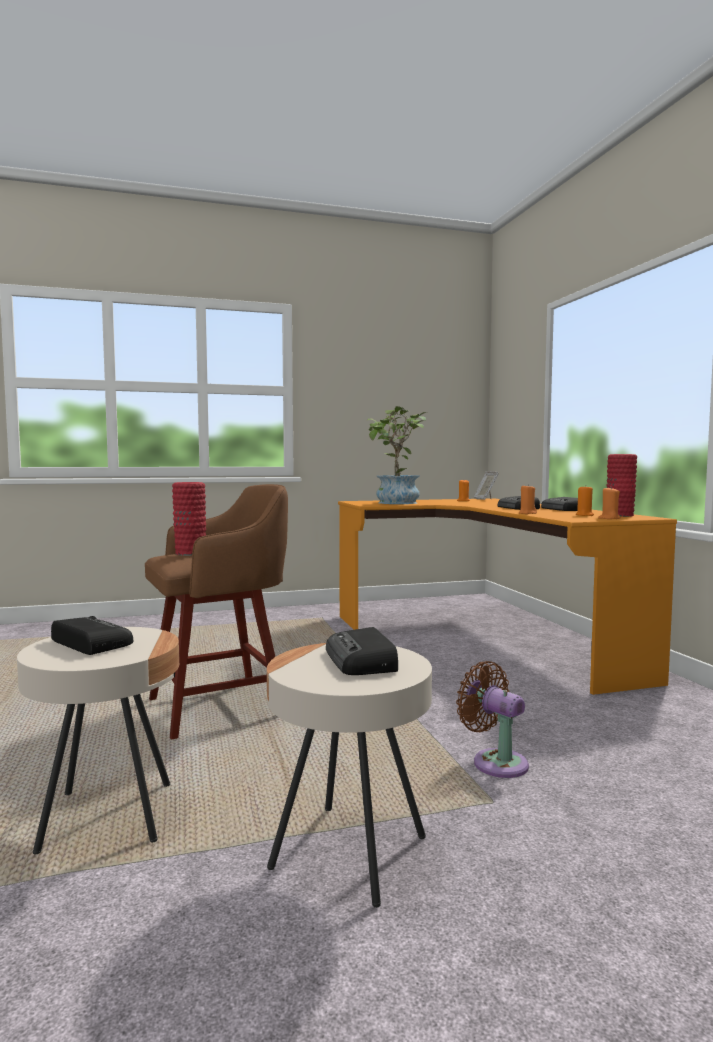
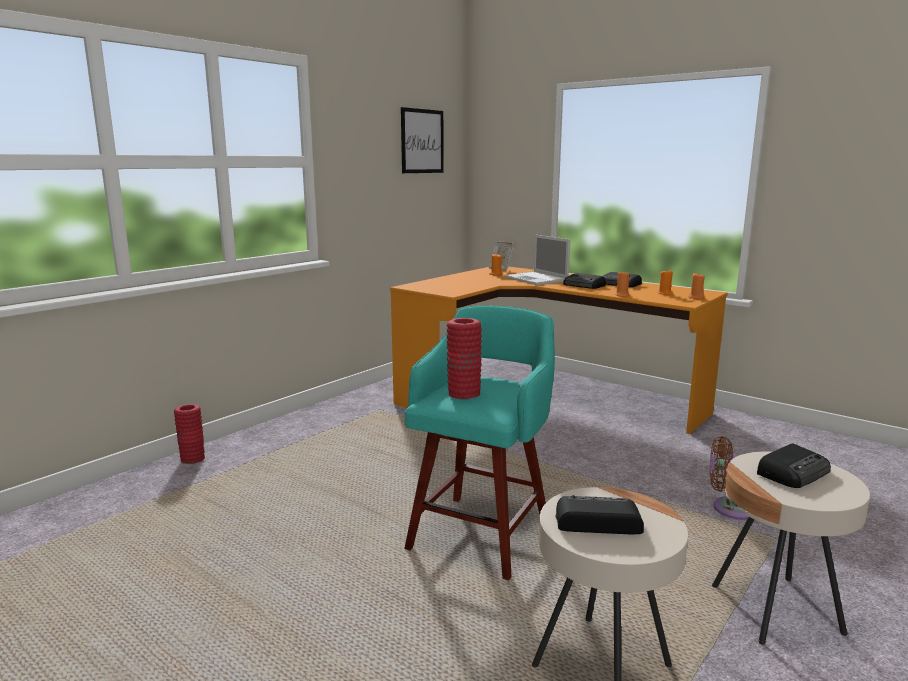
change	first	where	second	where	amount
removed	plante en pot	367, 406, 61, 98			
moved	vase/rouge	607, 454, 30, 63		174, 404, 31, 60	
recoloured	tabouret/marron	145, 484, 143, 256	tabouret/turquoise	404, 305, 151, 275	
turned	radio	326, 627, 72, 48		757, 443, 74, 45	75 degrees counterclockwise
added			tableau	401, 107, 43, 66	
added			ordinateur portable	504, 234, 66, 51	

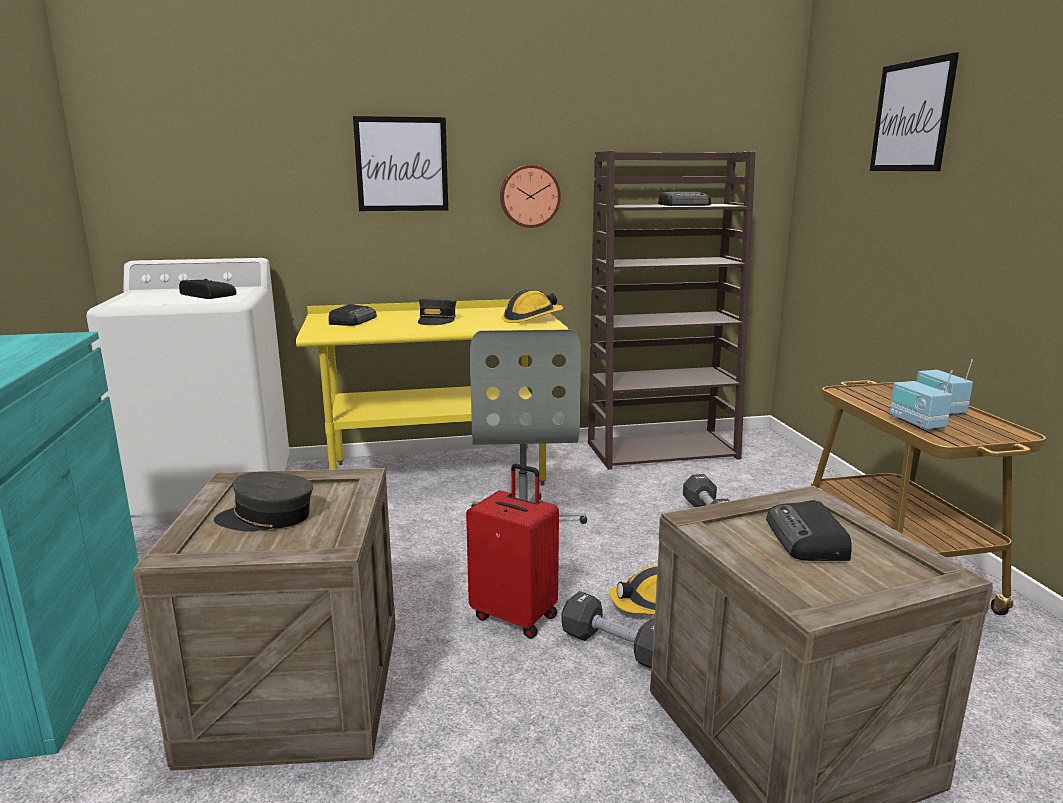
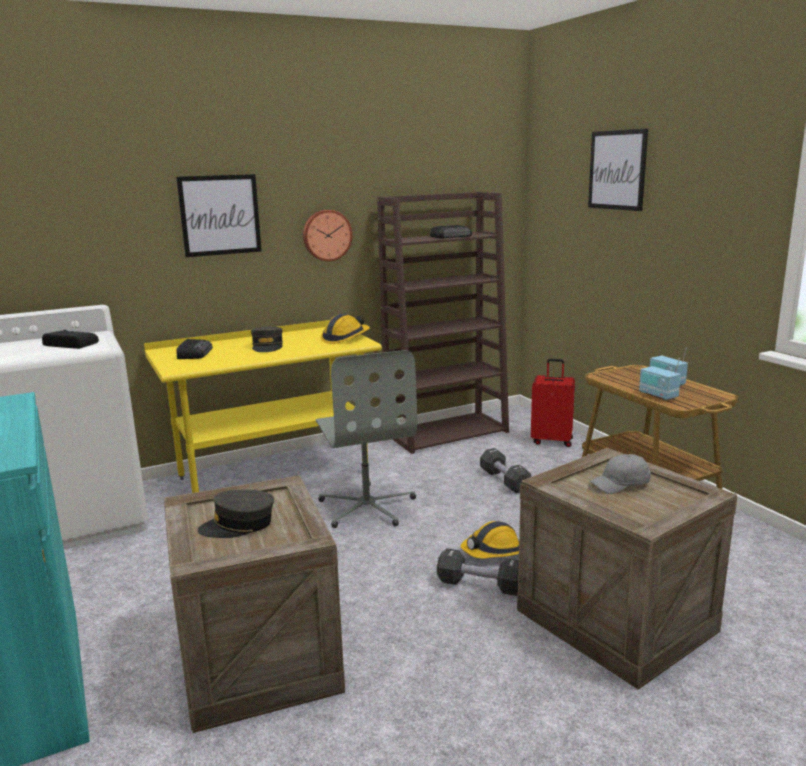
change	first	where	second	where	amount
moved	valise/rouge	466, 463, 93, 176		531, 359, 44, 88	
replaced	radio	766, 501, 86, 60	casquette/gris	589, 454, 62, 40	

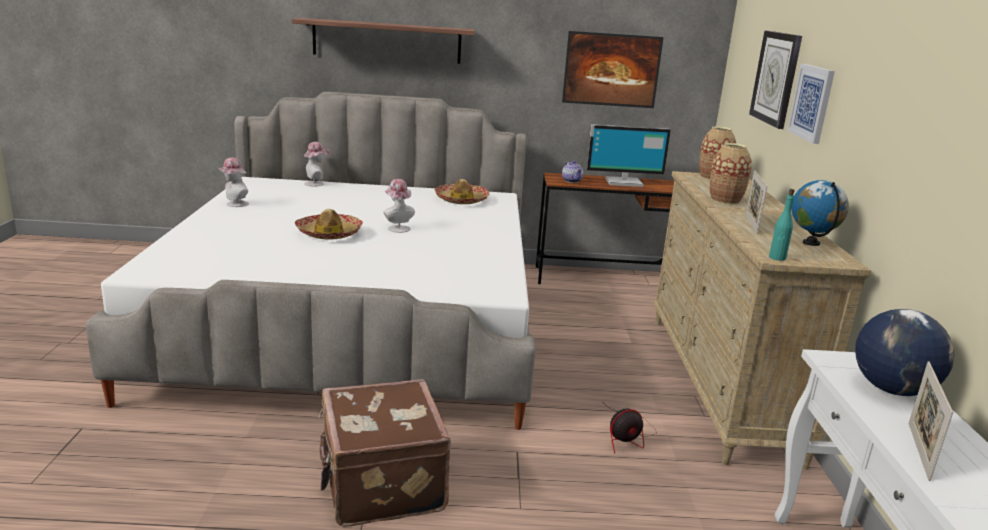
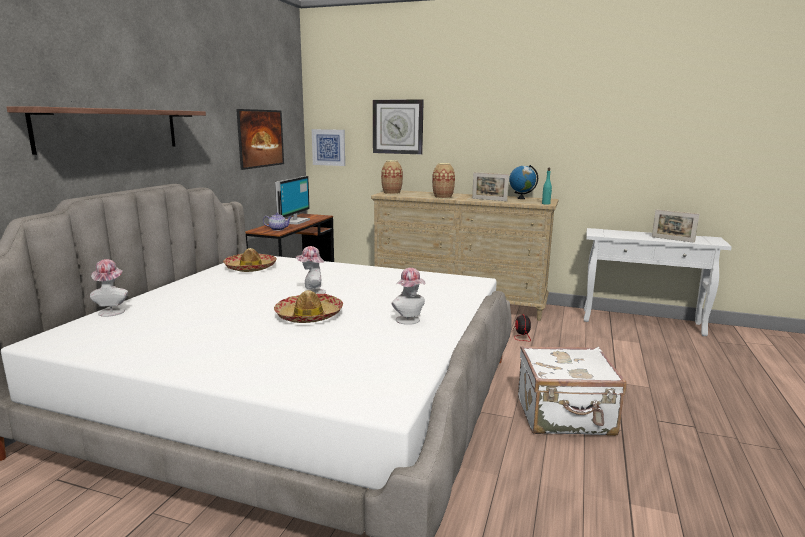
change	first	where	second	where	amount
moved	tableau	787, 64, 48, 80		312, 129, 33, 37	
moved	chapeau	217, 158, 32, 49		392, 268, 33, 57	
removed	globe	855, 309, 99, 87			
recoloured	valise/marron	318, 379, 133, 148	valise/blanc	518, 346, 109, 90	

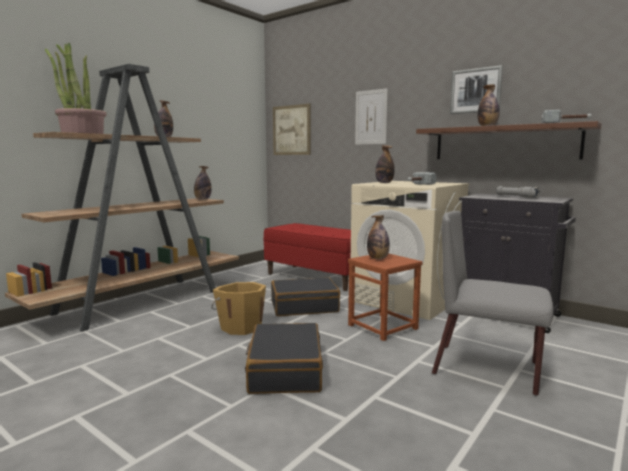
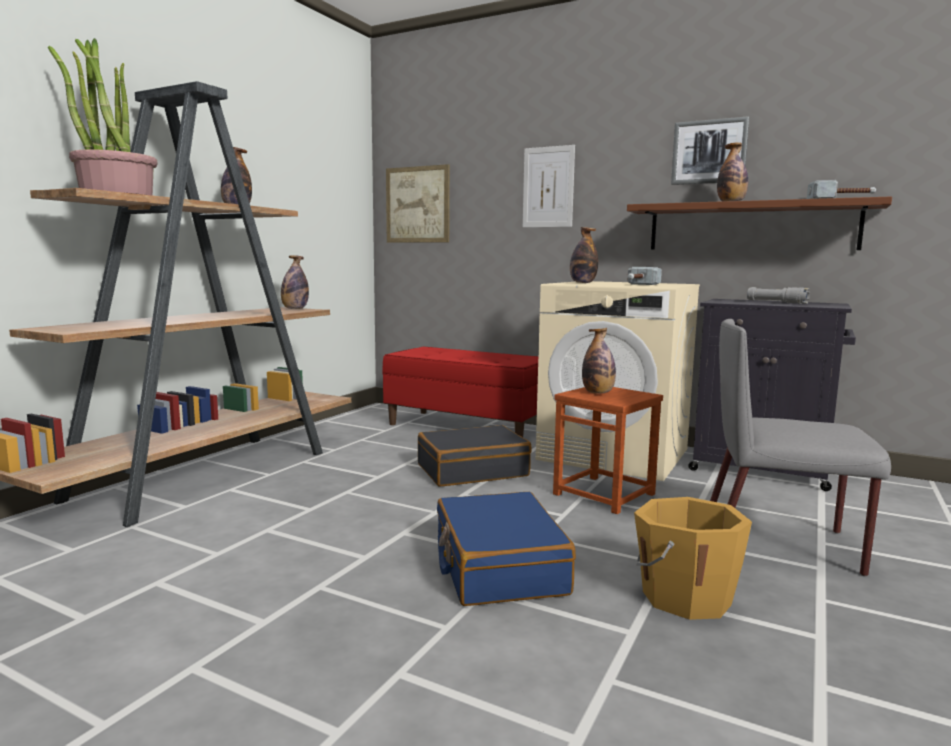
change	first	where	second	where	amount
moved	seau/orange	211, 282, 55, 53		634, 497, 118, 123	
recoloured	valise/noir	245, 323, 78, 71	valise/bleu	437, 492, 139, 114	

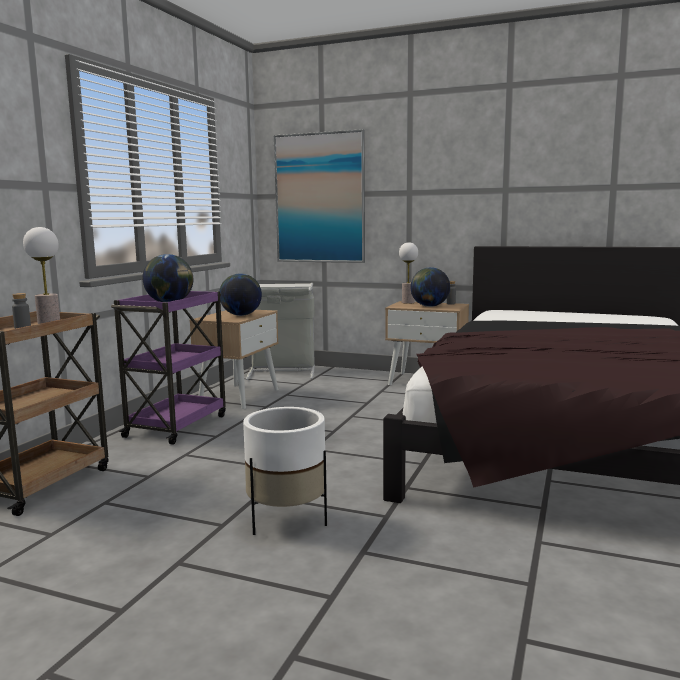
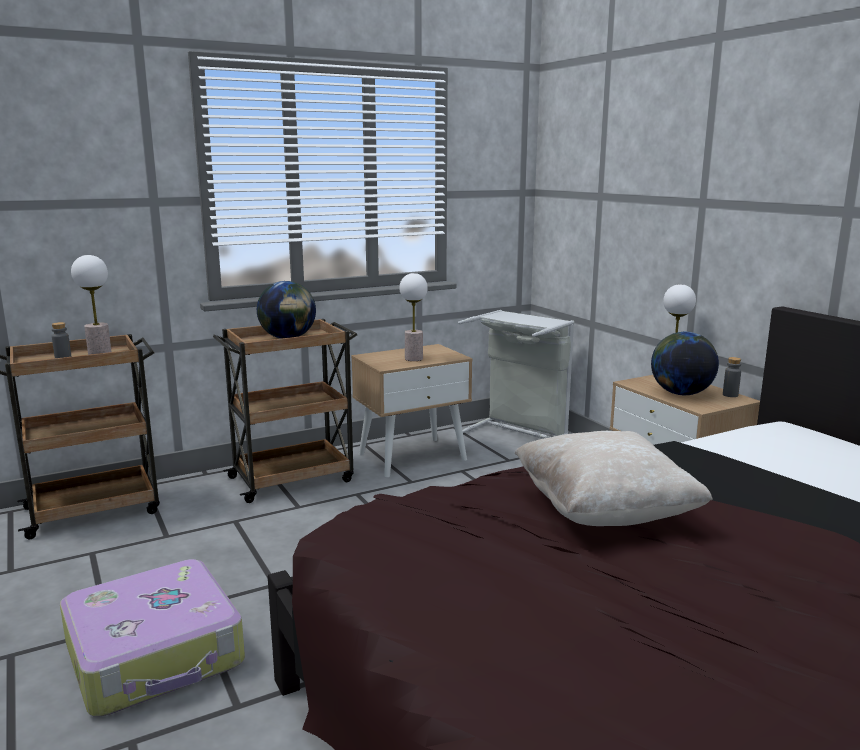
change	first	where	second	where	amount
removed	tableau	274, 129, 91, 134			
replaced	globe	219, 274, 43, 42	lampe de table	399, 273, 29, 88	
recoloured	chariot/violet	111, 291, 115, 154	chariot/marron	213, 319, 144, 184	
replaced	cache-pot/blanc	243, 407, 84, 128	valise	60, 559, 185, 158	
added			coussin/beige	515, 431, 198, 95	

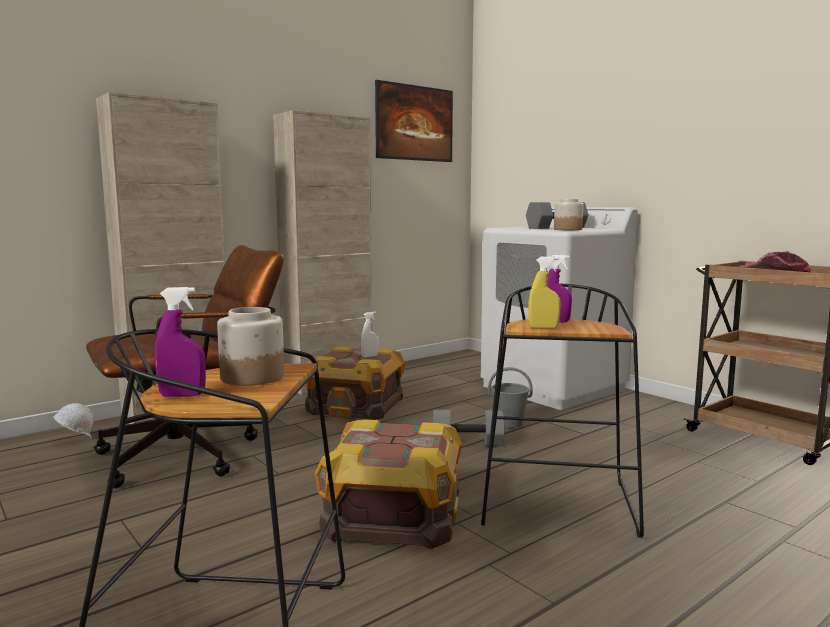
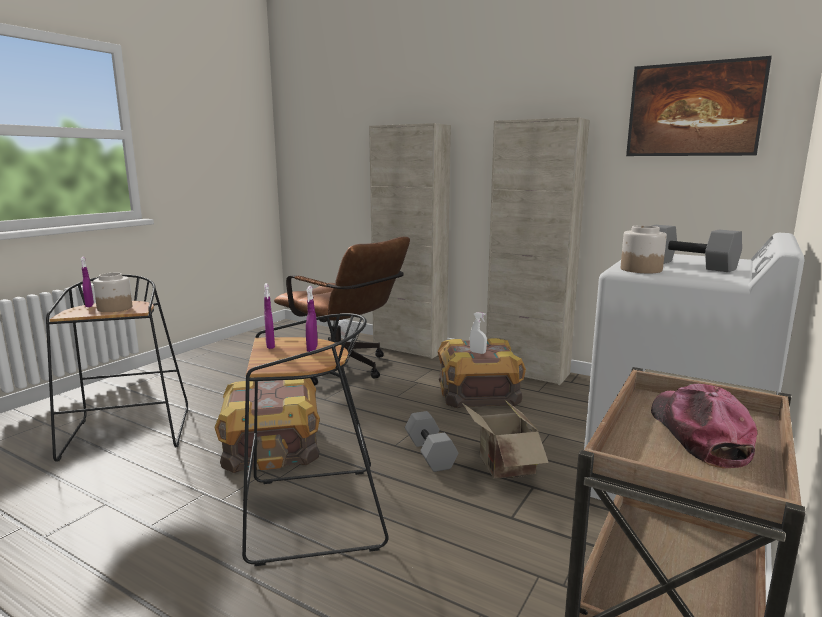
change	first	where	second	where	amount
recoloured	vaporisateur/jaune	528, 256, 33, 72	vaporisateur/violet	264, 283, 11, 66	
replaced	seau/gris	488, 367, 45, 61	carton	462, 399, 87, 79	

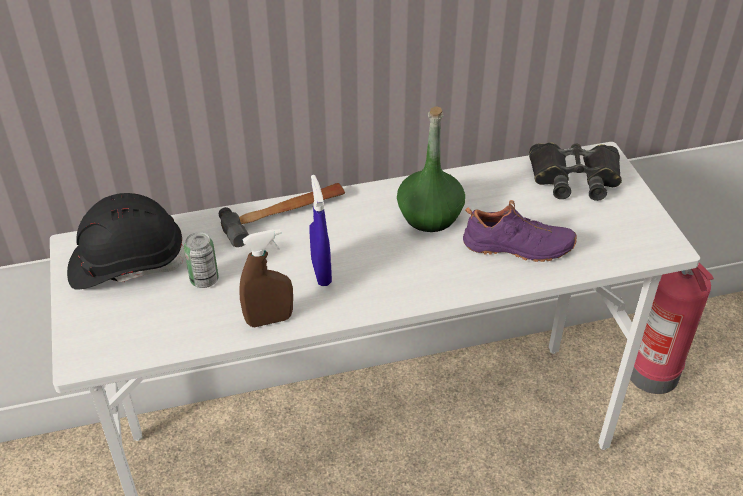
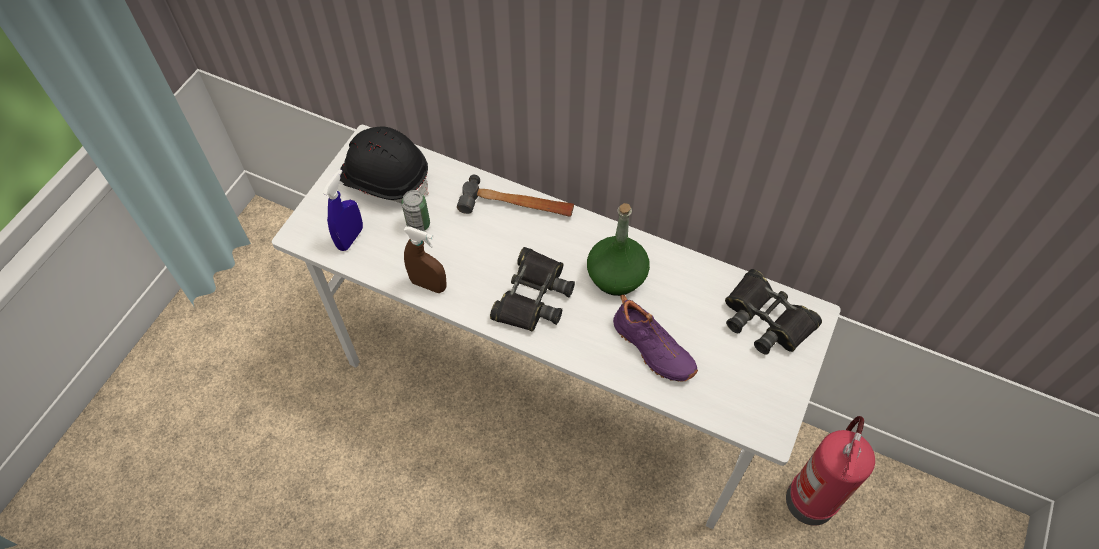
change	first	where	second	where	amount
moved	vaporisateur/bleu	309, 175, 23, 111		322, 169, 41, 82	
added			jumelles/noir	490, 247, 85, 84	

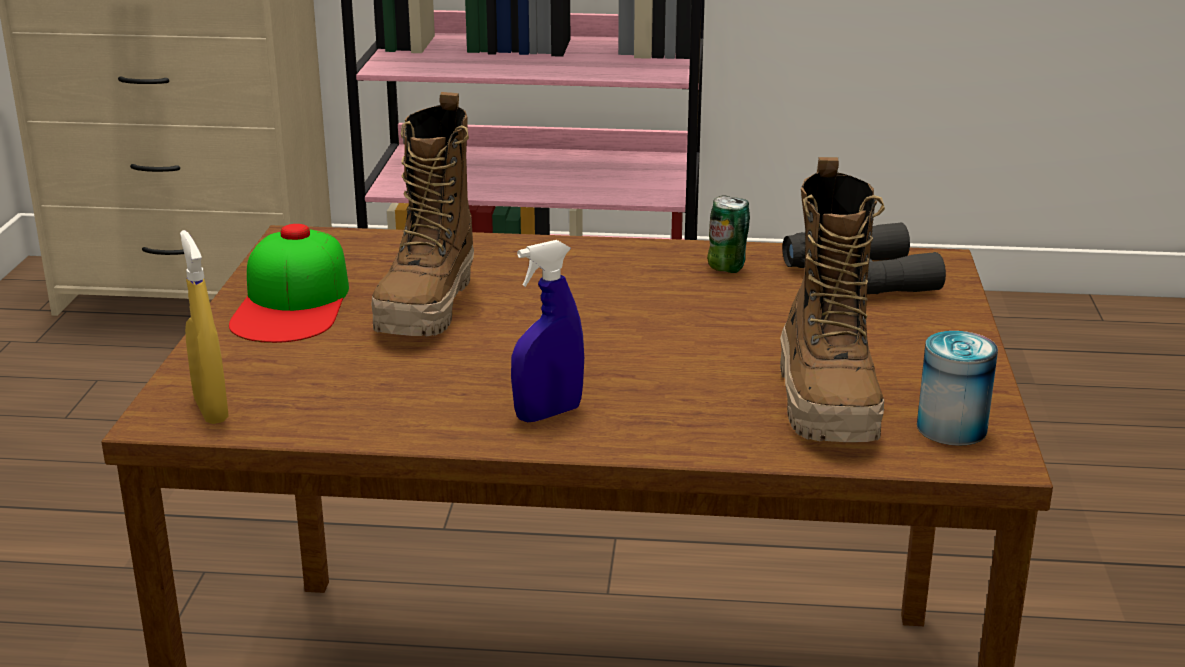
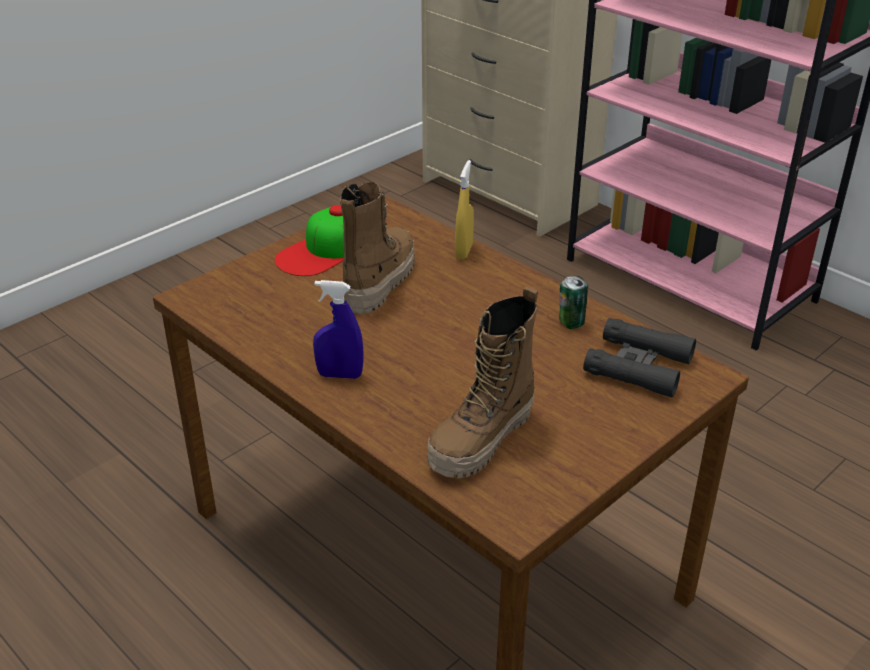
change	first	where	second	where	amount
turned	botte	371, 92, 103, 245		340, 182, 74, 132	150 degrees clockwise
moved	vaporisateur/jaune	180, 230, 49, 194		455, 160, 19, 99	
removed	boîte métallique	917, 331, 81, 115			

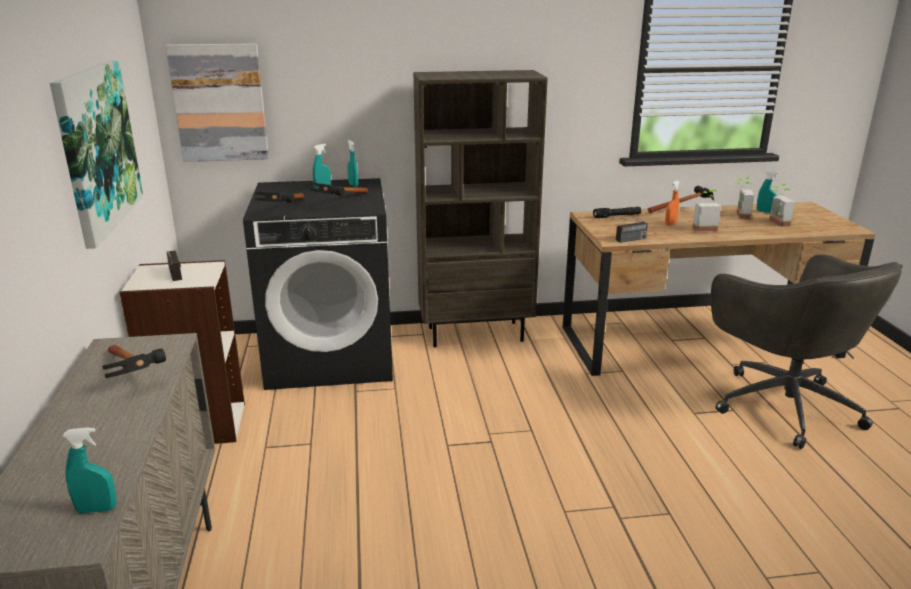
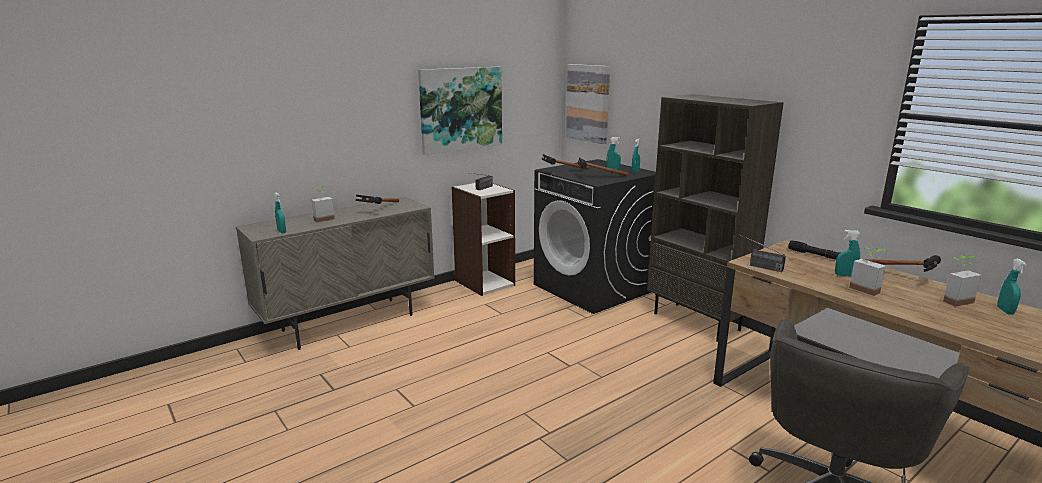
change	first	where	second	where	amount
recoloured	vaporisateur/orange	665, 181, 15, 45	vaporisateur/turquoise	835, 230, 26, 47	
moved	plante en pot	769, 183, 26, 44		311, 186, 24, 37	

